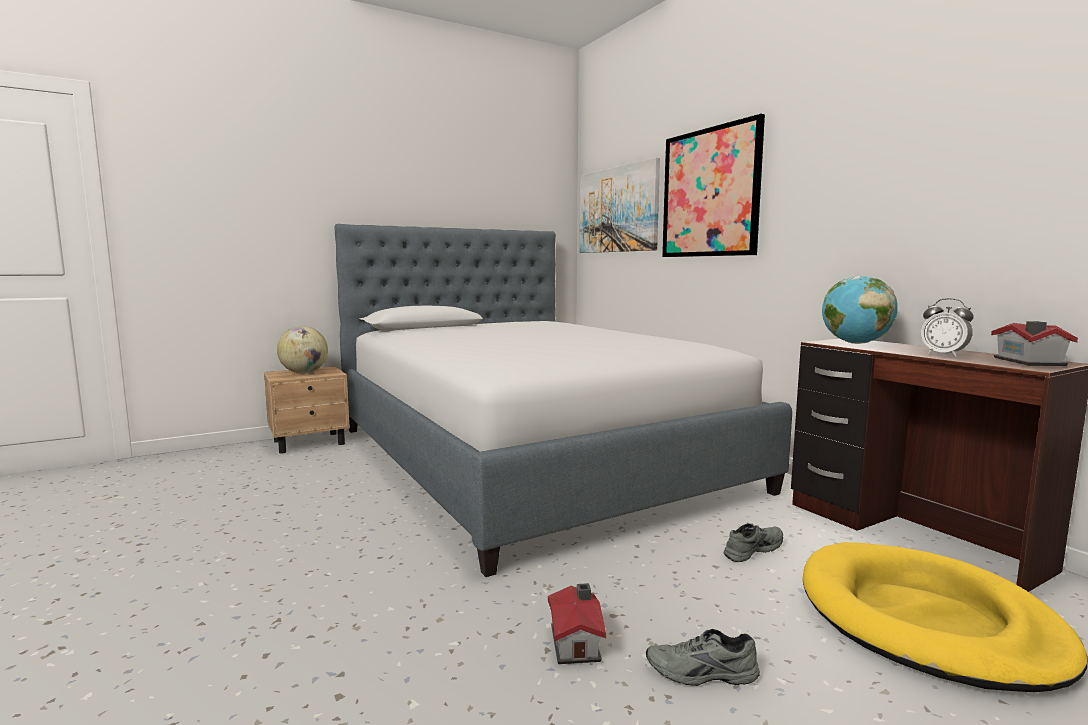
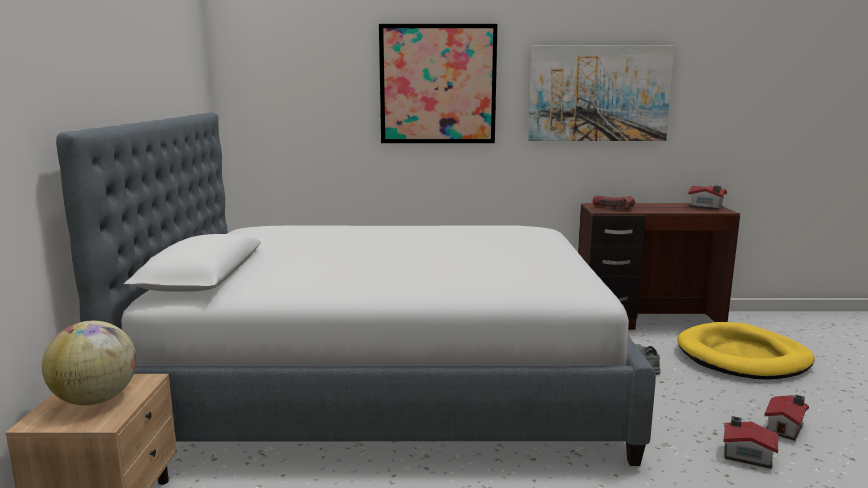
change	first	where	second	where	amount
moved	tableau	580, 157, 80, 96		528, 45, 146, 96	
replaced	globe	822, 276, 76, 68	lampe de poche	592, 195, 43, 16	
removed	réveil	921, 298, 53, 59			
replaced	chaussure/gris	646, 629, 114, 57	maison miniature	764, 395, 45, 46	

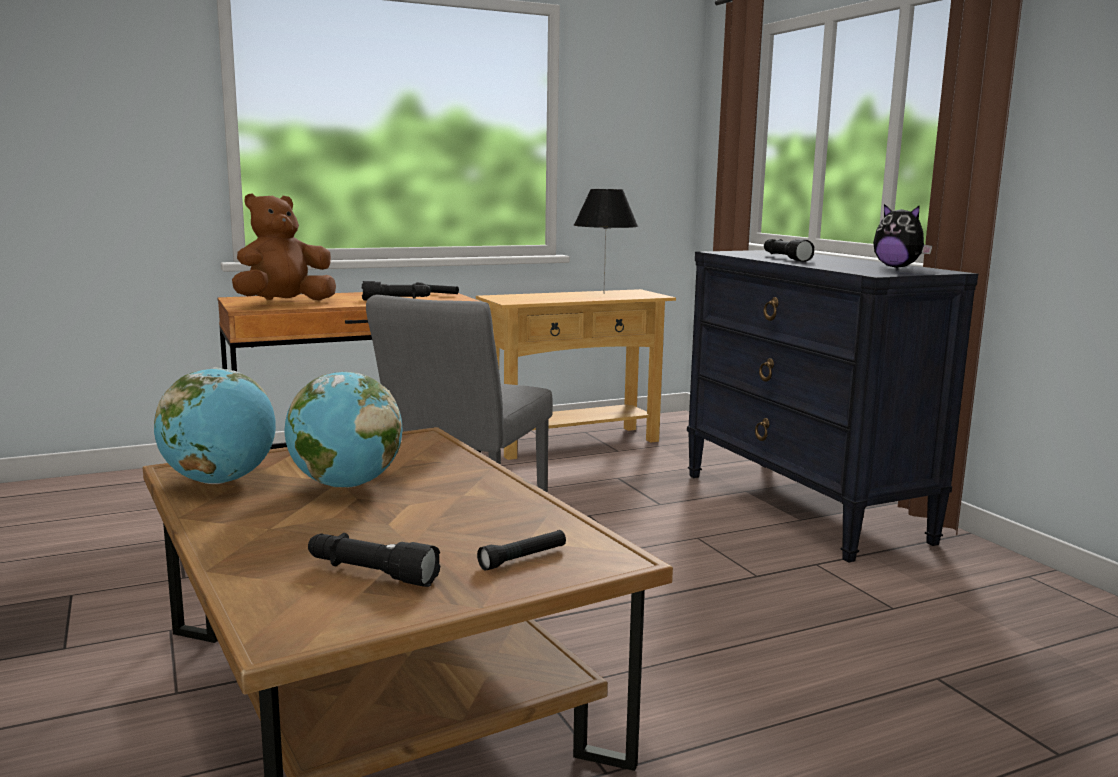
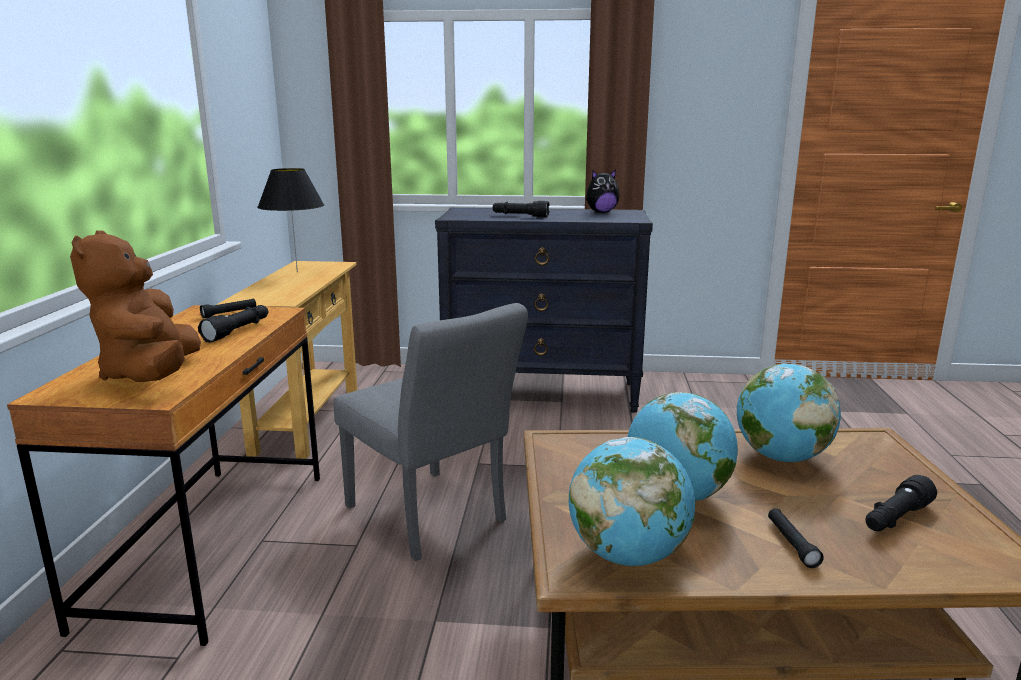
change	first	where	second	where	amount
moved	lampe de poche/noir	477, 530, 89, 41		768, 508, 56, 60	
added			globe	737, 364, 104, 98	

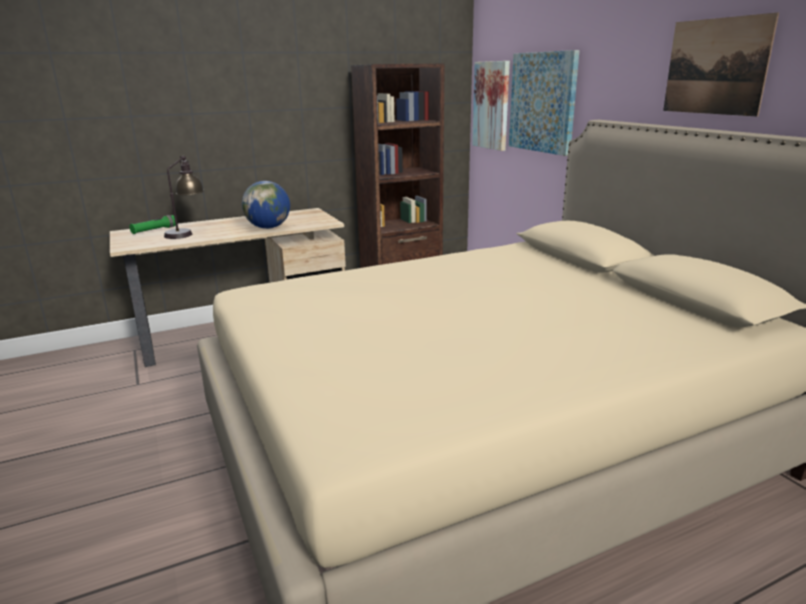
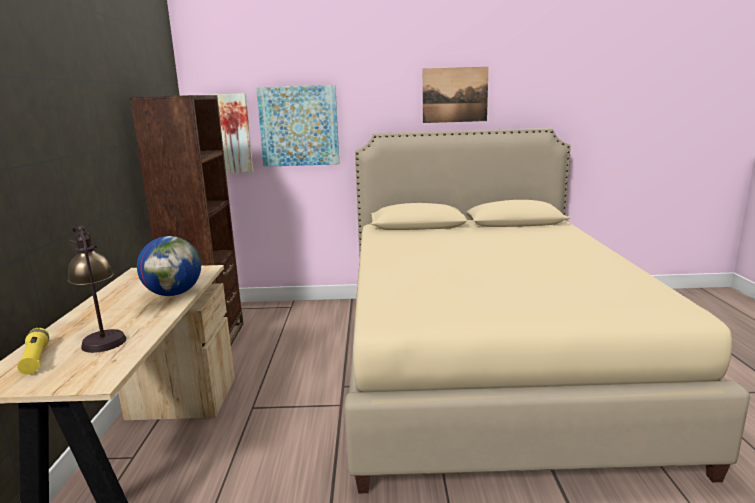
change	first	where	second	where	amount
recoloured	lampe de poche/vert	130, 215, 46, 19	lampe de poche/jaune	17, 328, 32, 46	

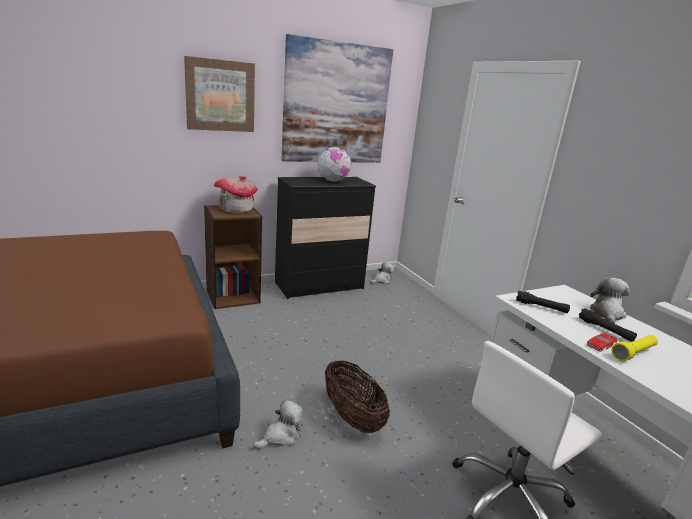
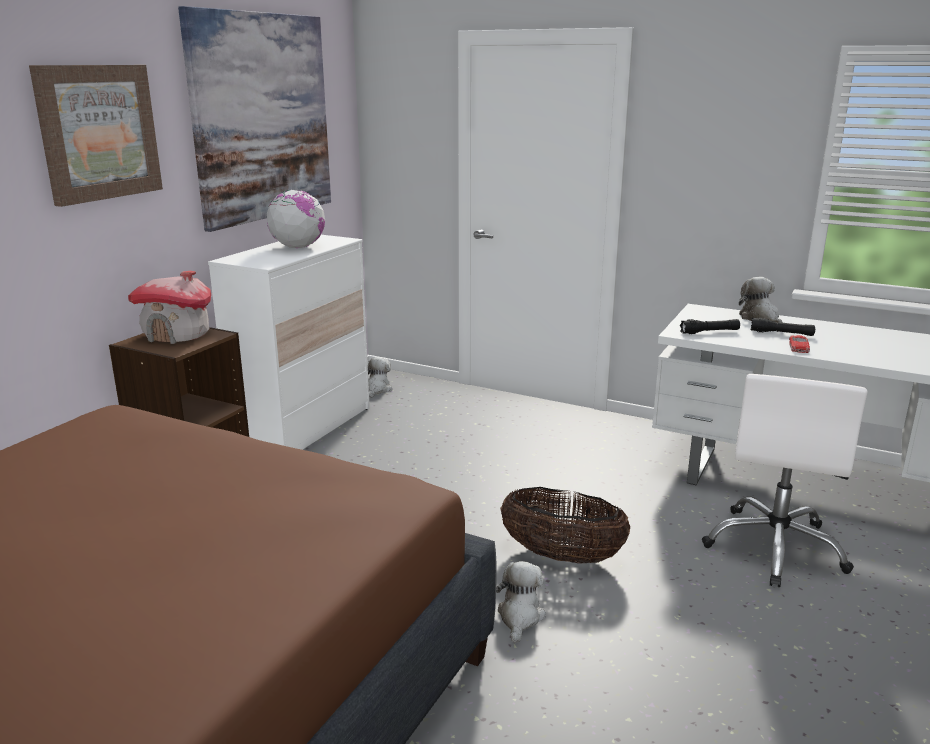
change	first	where	second	where	amount
recoloured	commode/noir	275, 177, 101, 122	commode/blanc	208, 235, 162, 215	
removed	lampe de poche/jaune	611, 335, 47, 27			

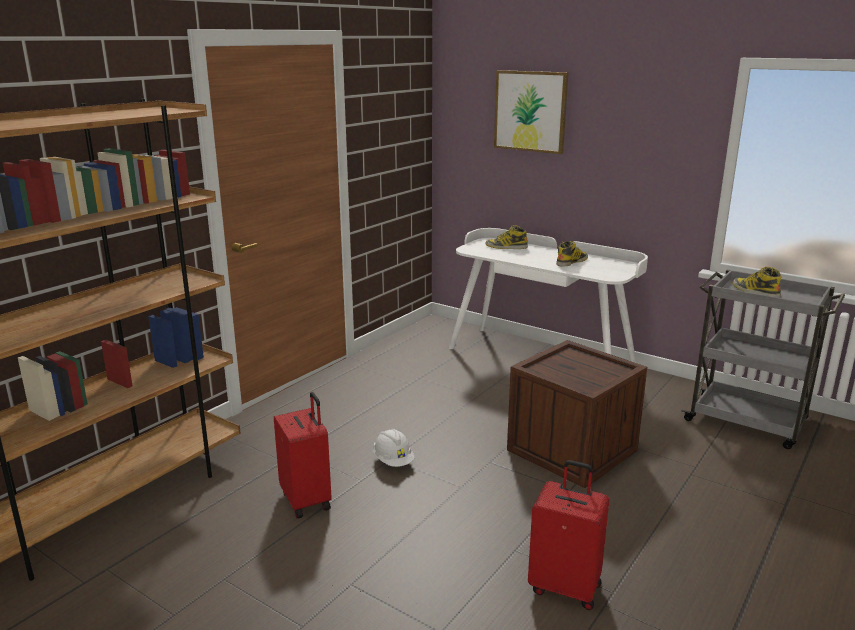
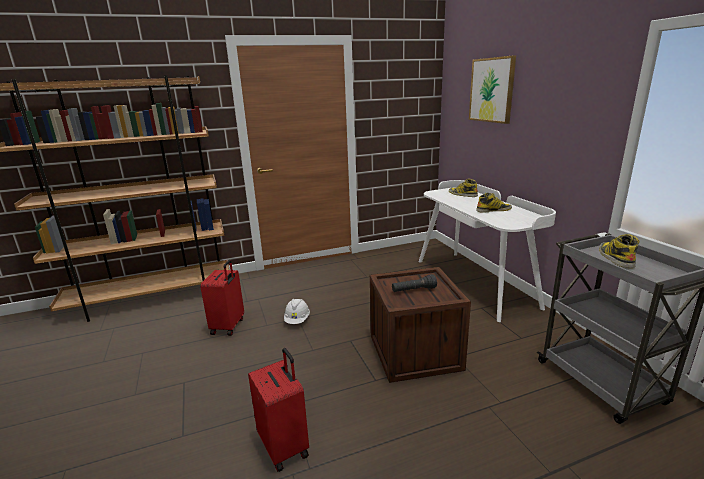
change	first	where	second	where	amount
added			lampe de poche/noir	392, 274, 45, 18	

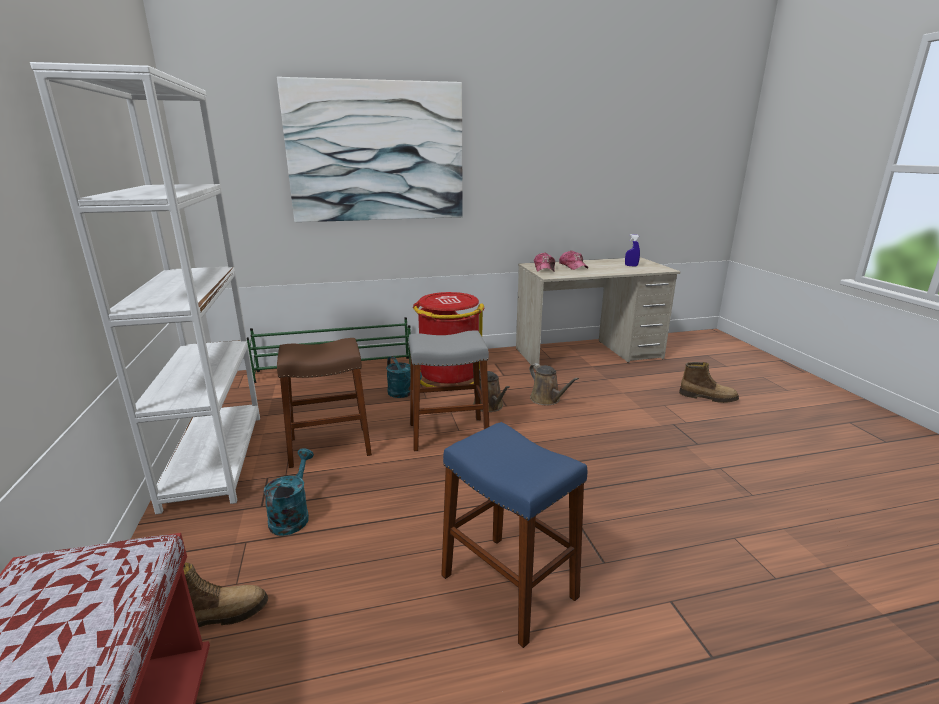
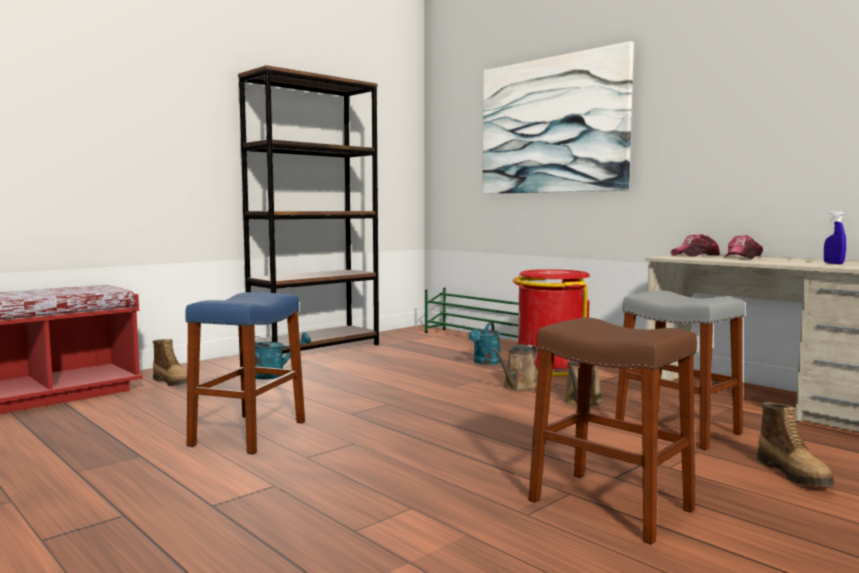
change	first	where	second	where	amount
recoloured	bibliothèque/blanc	30, 62, 230, 453	bibliothèque/marron	238, 65, 141, 289	
moved	tabouret/gris	409, 330, 80, 121		615, 290, 130, 160	
moved	tabouret/marron	277, 338, 95, 130		529, 317, 168, 227	

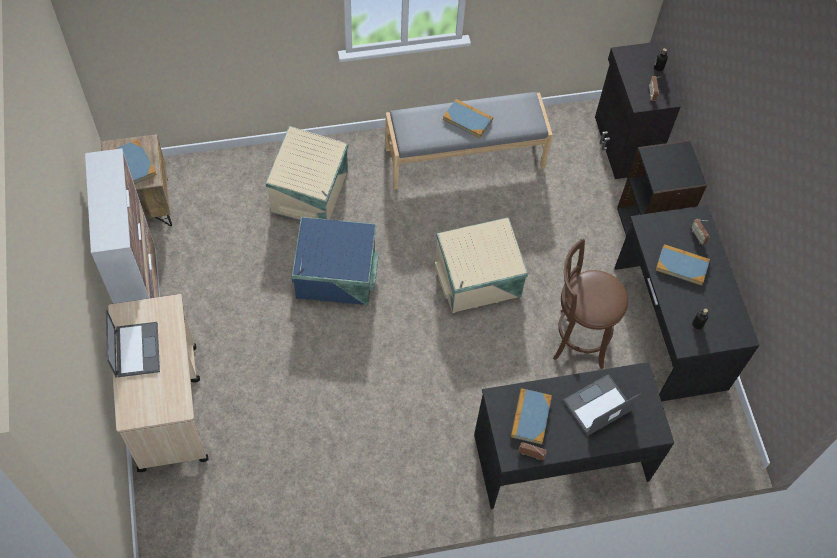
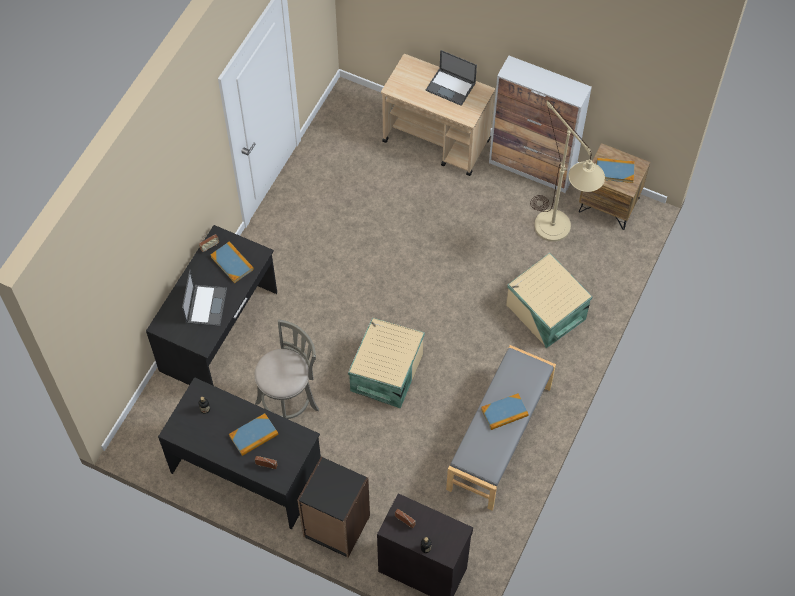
change	first	where	second	where	amount
removed	boîte de rangement/bleu	291, 217, 88, 89			
recoloured	tabouret/marron	553, 238, 75, 131	tabouret/gris	254, 320, 65, 99	
added			lampadaire/beige	530, 100, 75, 142	

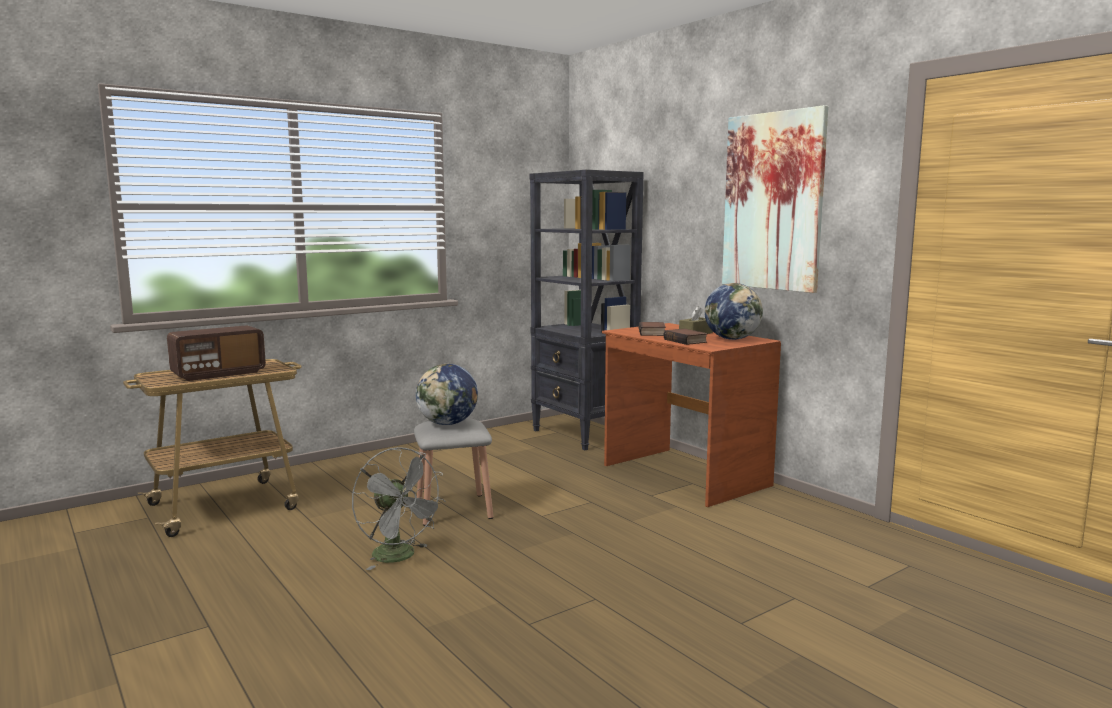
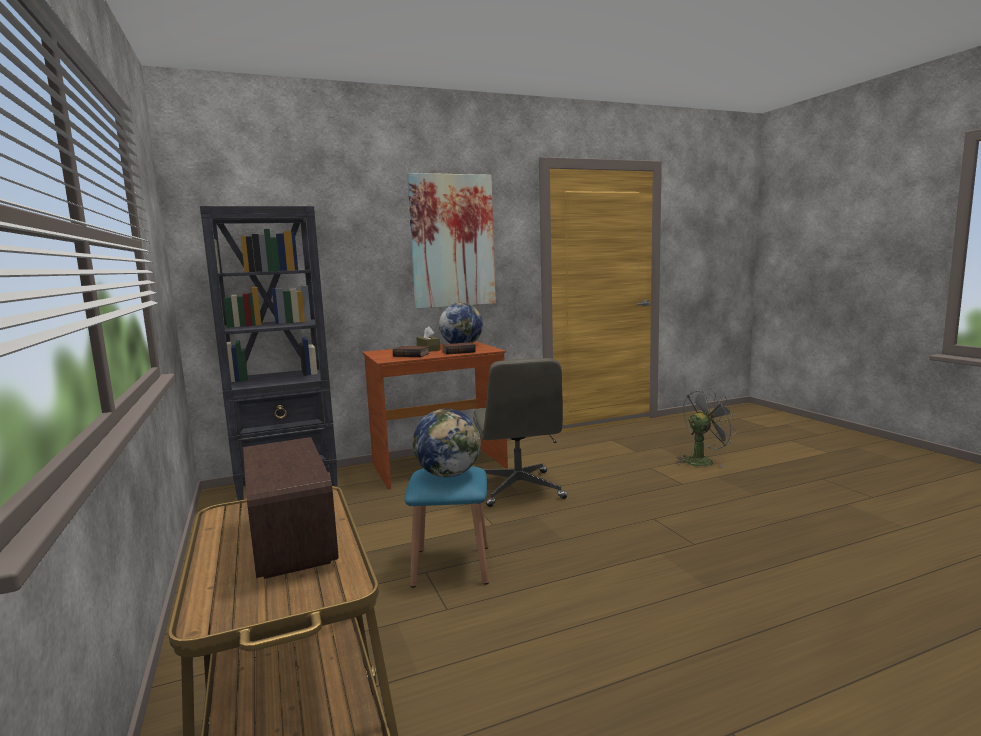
change	first	where	second	where	amount
recoloured	tabouret/gris	414, 418, 79, 108	tabouret/bleu	405, 466, 84, 122	
moved	ventilateur/gris	352, 447, 94, 123		676, 388, 62, 79	
added			chaise de bureau/gris	473, 358, 94, 149	

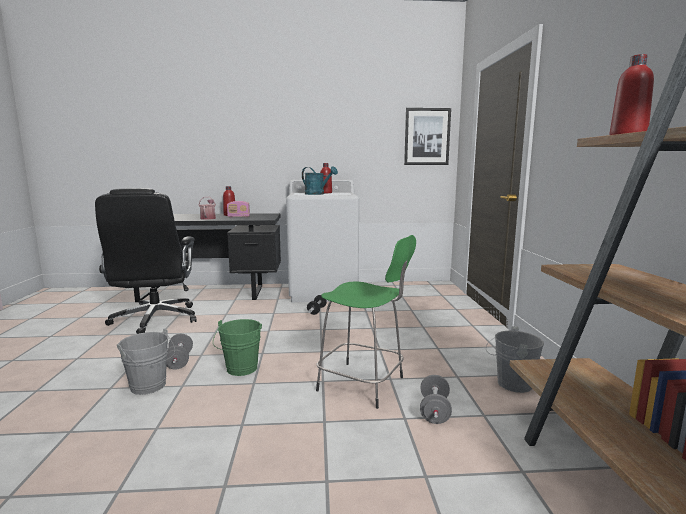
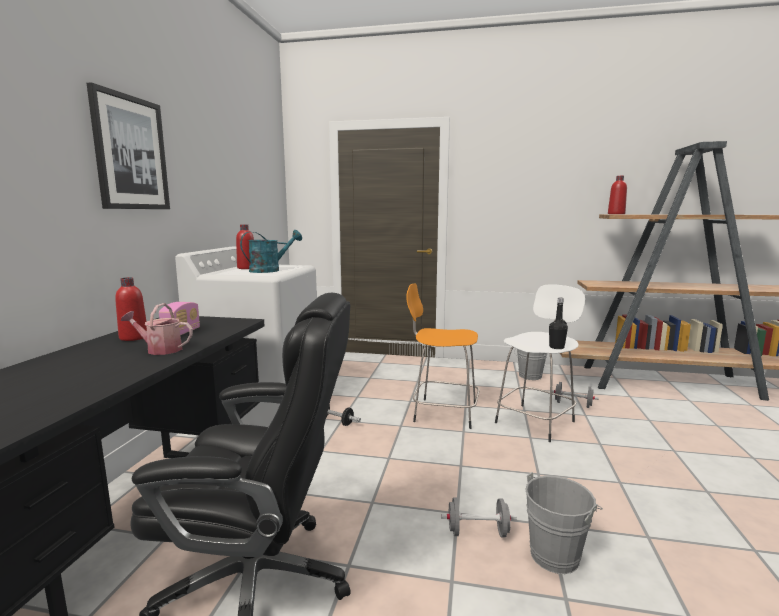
change	first	where	second	where	amount
moved	tableau	404, 108, 47, 57		87, 82, 83, 127	
recoloured	tabouret/vert	316, 235, 100, 174	tabouret/blanc	495, 284, 90, 158	
removed	seau/vert	213, 319, 49, 57			
added			tabouret/orange	406, 284, 73, 145	
added			bouteille/noir	549, 298, 19, 51	

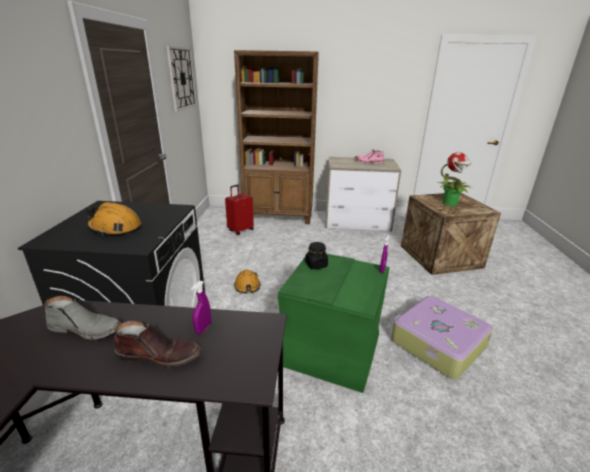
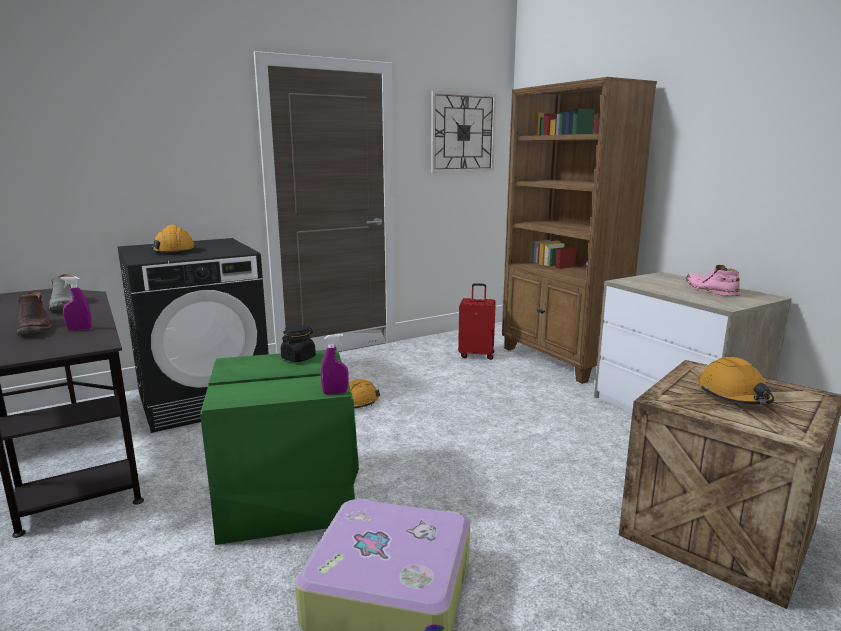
change	first	where	second	where	amount
replaced	plante en pot	437, 152, 35, 54	casque de chantier/orange	699, 357, 75, 47	

